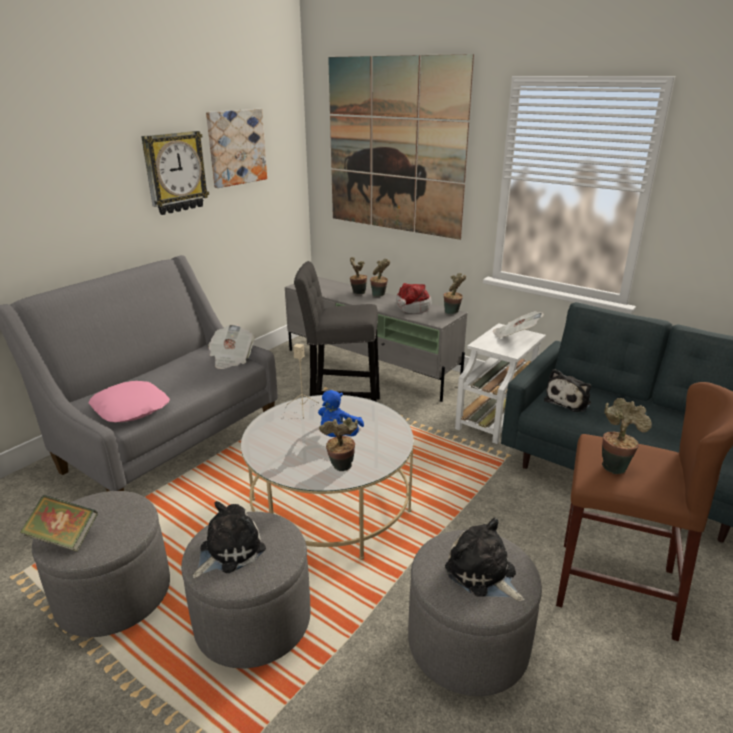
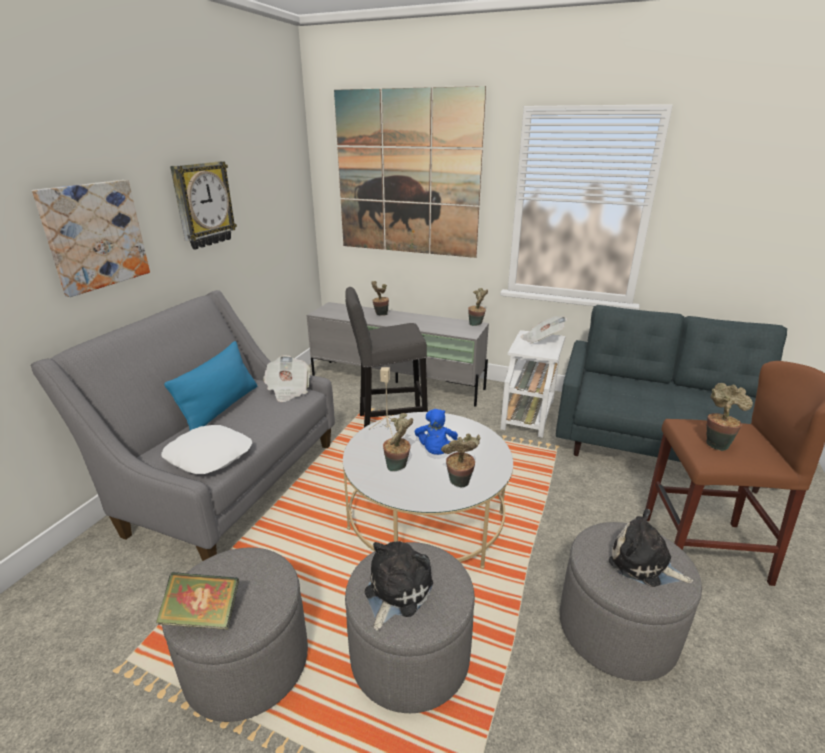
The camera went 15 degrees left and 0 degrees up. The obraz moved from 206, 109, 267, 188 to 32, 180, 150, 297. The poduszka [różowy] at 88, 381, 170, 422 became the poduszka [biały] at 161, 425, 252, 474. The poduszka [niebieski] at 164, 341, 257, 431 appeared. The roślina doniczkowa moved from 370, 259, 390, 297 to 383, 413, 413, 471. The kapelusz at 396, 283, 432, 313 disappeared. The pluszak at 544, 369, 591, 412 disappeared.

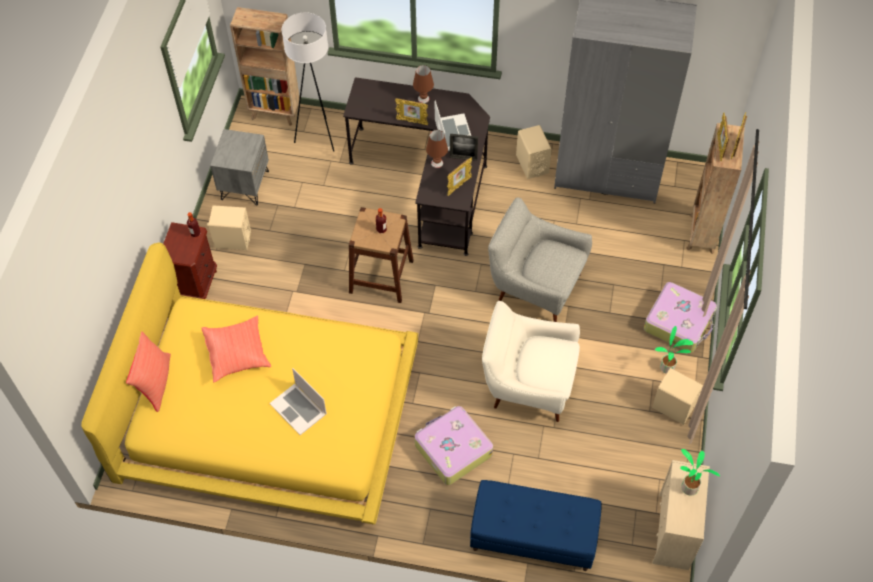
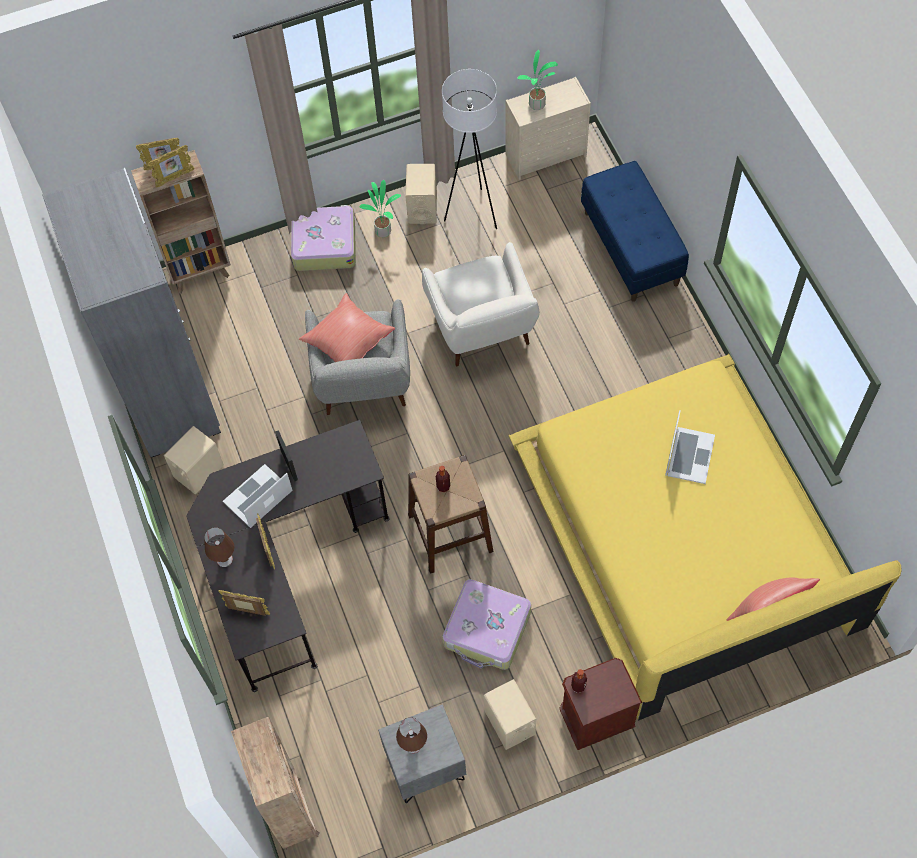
The camera went 120 degrees left and 5 degrees up. The ramka na zdjęcie moved from 447, 157, 472, 196 to 218, 590, 270, 616. The poduszka [czerwony] moved from 201, 315, 271, 382 to 299, 293, 395, 362. The lampa stołowa [brązowy] moved from 426, 130, 448, 168 to 396, 717, 427, 753. The lampa stojąca [biały] moved from 282, 12, 334, 152 to 442, 69, 497, 229. The walizka moved from 415, 406, 493, 485 to 442, 579, 531, 670.

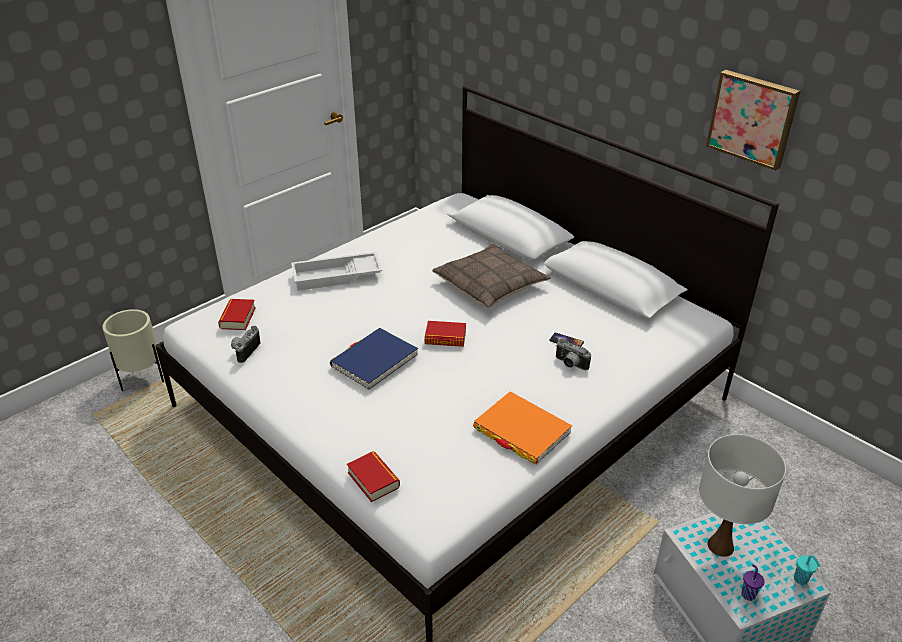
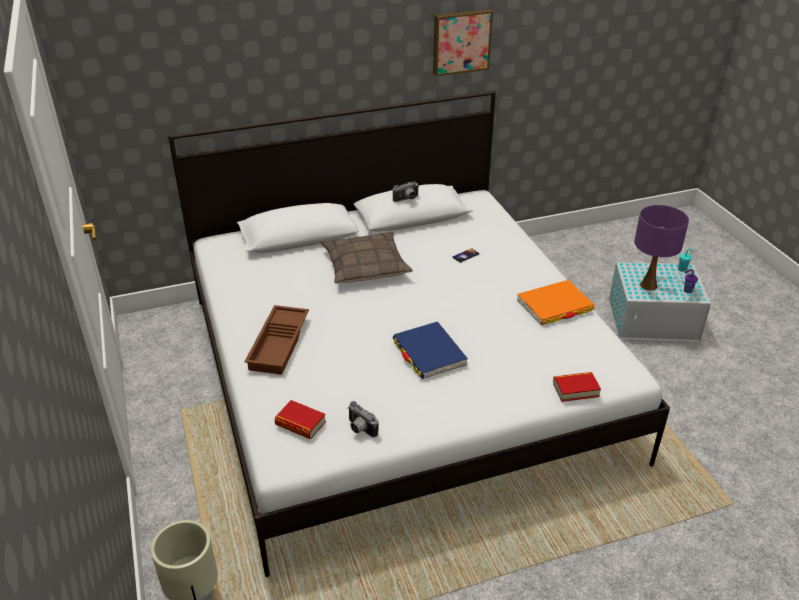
The camera went 65 degrees left and 0 degrees up. The taca [biały] at 291, 252, 382, 291 became the taca [brązowy] at 244, 305, 309, 375. The aparat fotograficzny moved from 556, 338, 591, 370 to 393, 181, 419, 202. The lampa stołowa [biały] at 699, 434, 786, 557 became the lampa stołowa [fioletowy] at 634, 205, 689, 291. The książka at 425, 321, 466, 347 disappeared.

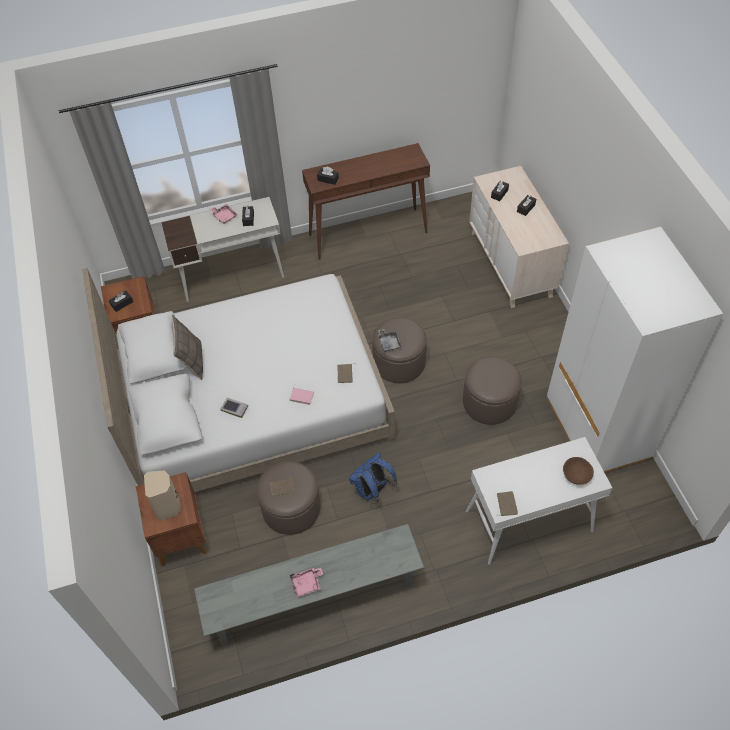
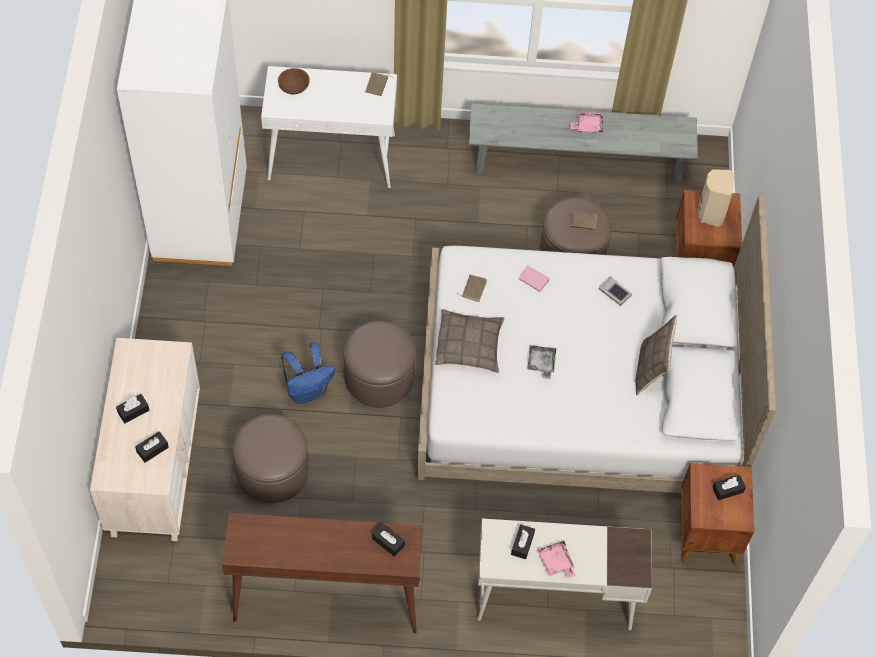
The camera went 165 degrees left and 5 degrees up. The pufa [brązowy] moved from 463, 356, 522, 425 to 233, 414, 309, 503. The plecak [niebieski] moved from 349, 452, 397, 504 to 281, 342, 335, 403. The poduszka at 435, 310, 504, 373 appeared. The taca [szary] moved from 378, 329, 402, 352 to 527, 345, 556, 379.

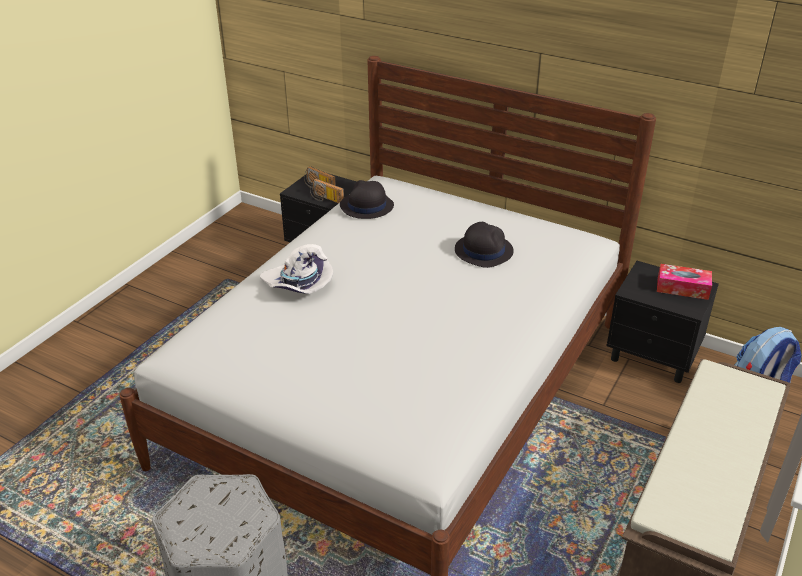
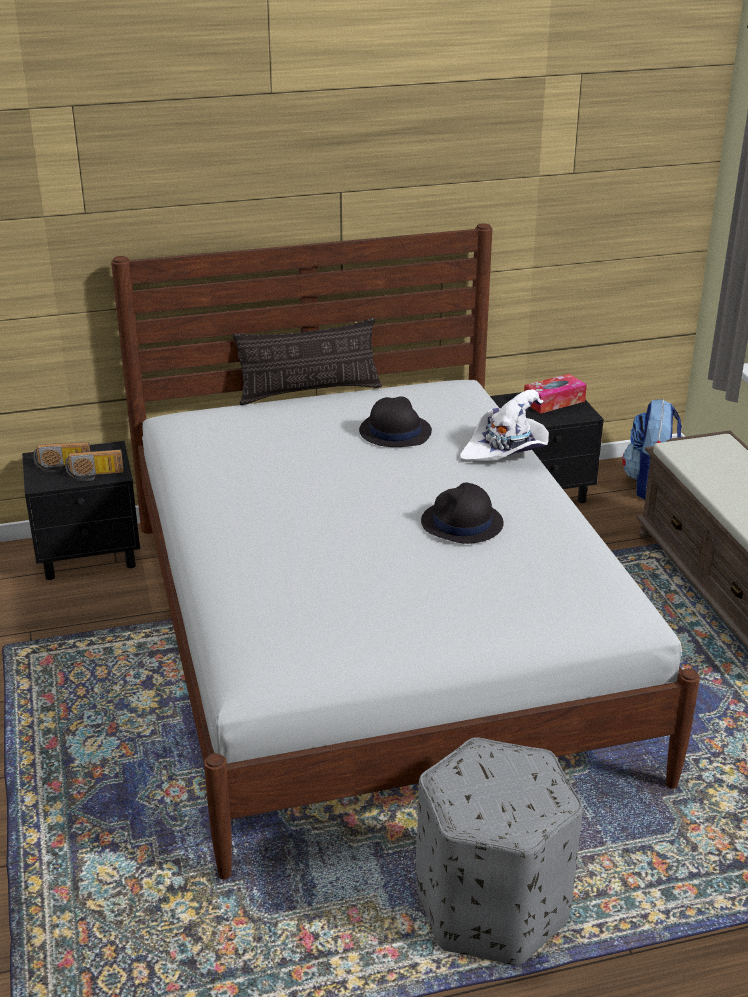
The camera went 45 degrees left and 5 degrees down. The poduszka at 233, 318, 382, 405 appeared. The kapelusz [czarny] moved from 340, 180, 394, 219 to 421, 483, 504, 544. The kapelusz [biały] moved from 260, 244, 333, 294 to 460, 389, 549, 462.

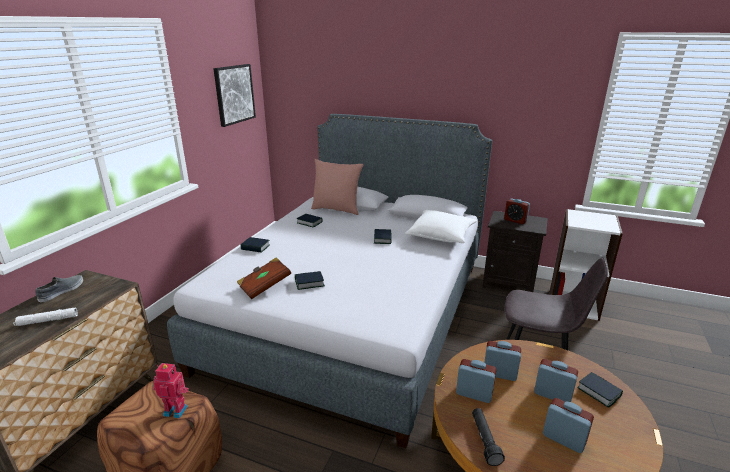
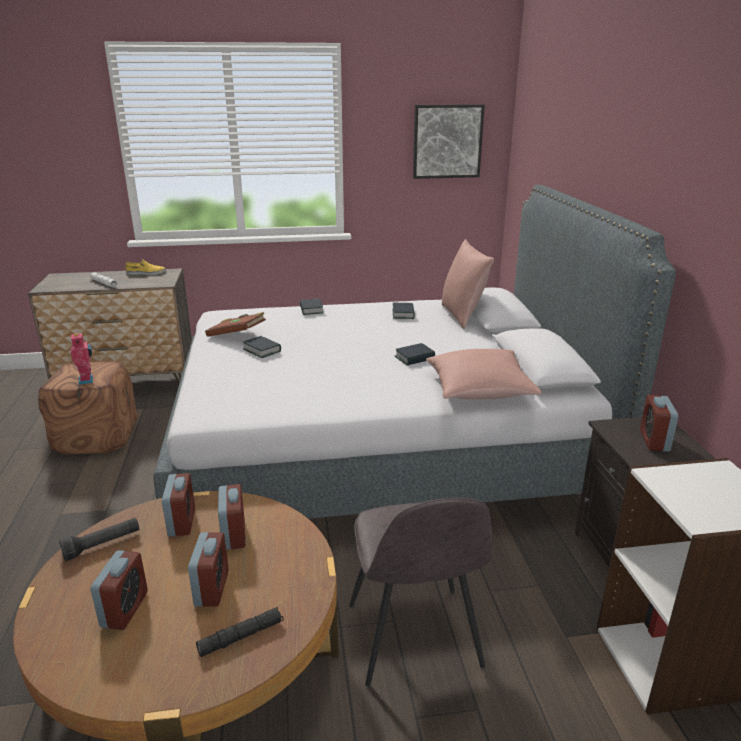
The camera went 60 degrees right and 0 degrees up. The but [szary] at 36, 275, 83, 302 became the but [żółty] at 125, 260, 166, 275. The książka at 577, 372, 623, 408 was replaced by the latarka [czarny] at 196, 607, 284, 657. The poduszka [biały] at 405, 210, 477, 243 became the poduszka [różowy] at 426, 349, 542, 399.

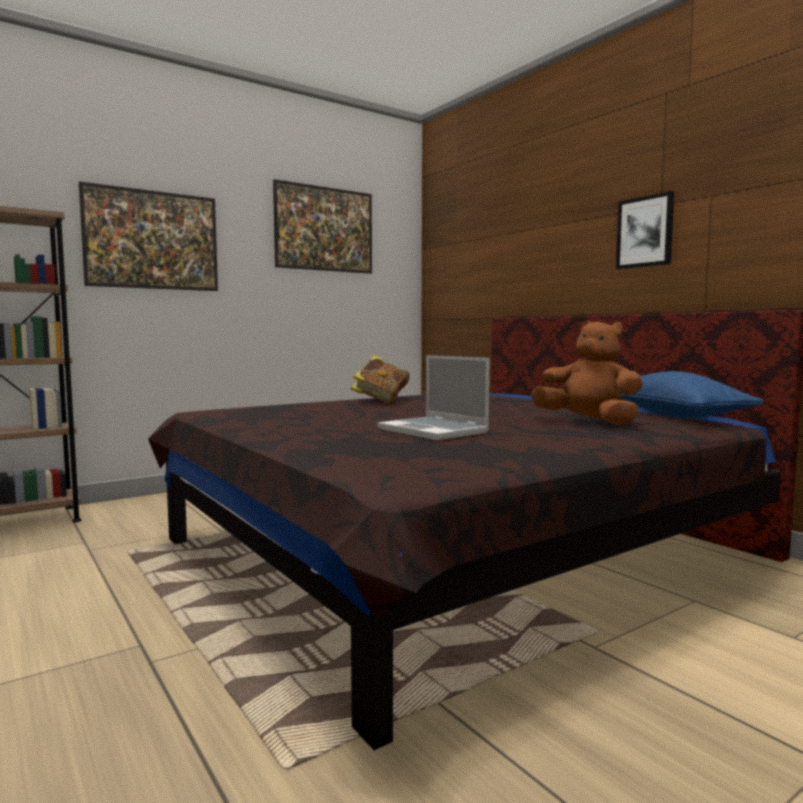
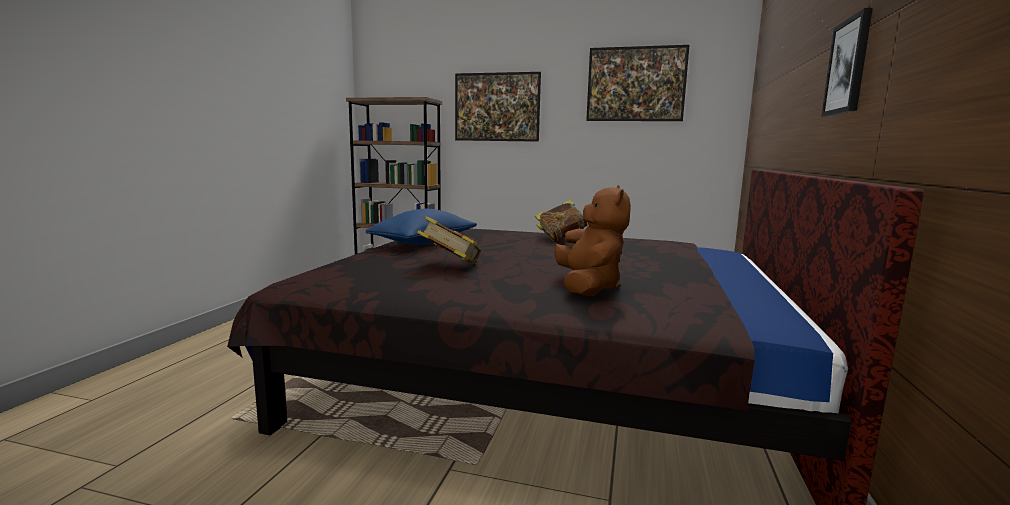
The camera went 50 degrees right and 5 degrees up. The poduszka [niebieski] moved from 620, 371, 764, 419 to 366, 209, 477, 245. The laptop at 377, 355, 490, 440 was replaced by the książka at 417, 216, 481, 264.

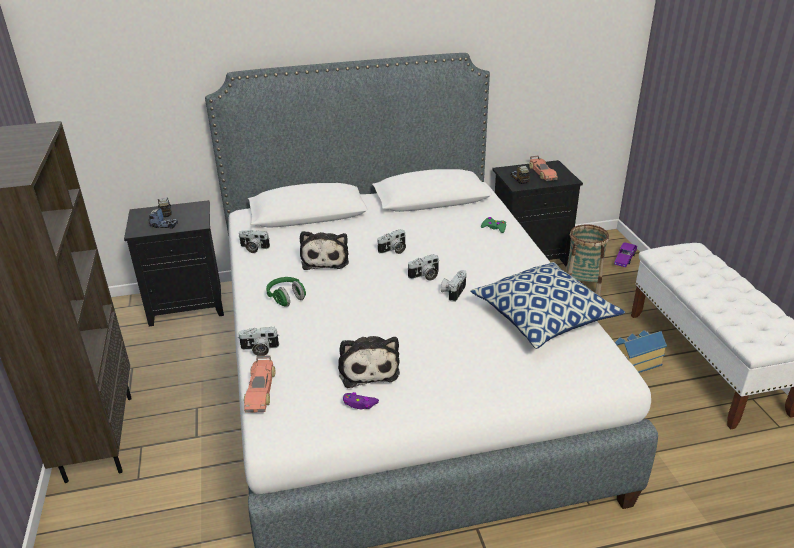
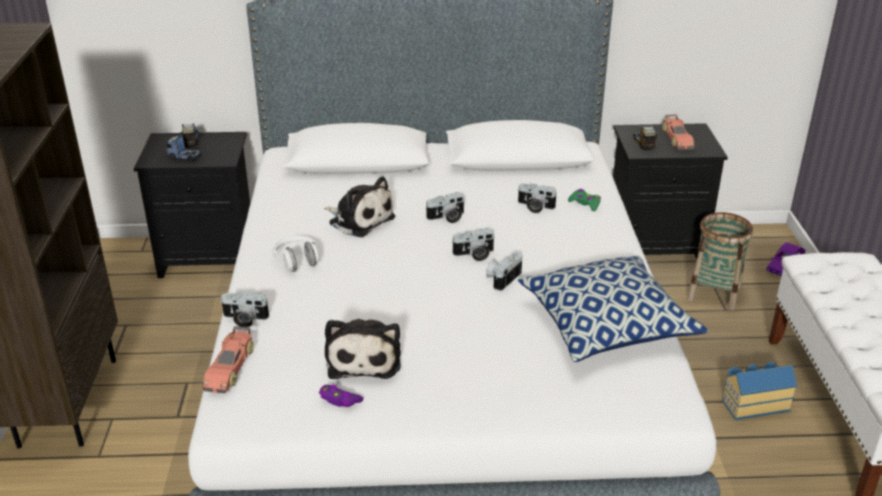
The camera went 10 degrees right and 0 degrees up. The słuchawki [zielony] at 266, 277, 306, 307 became the słuchawki [biały] at 272, 236, 319, 272. The pluszak at 300, 231, 349, 270 turned 60 degrees counterclockwise. The aparat fotograficzny moved from 239, 230, 270, 253 to 517, 183, 557, 213.

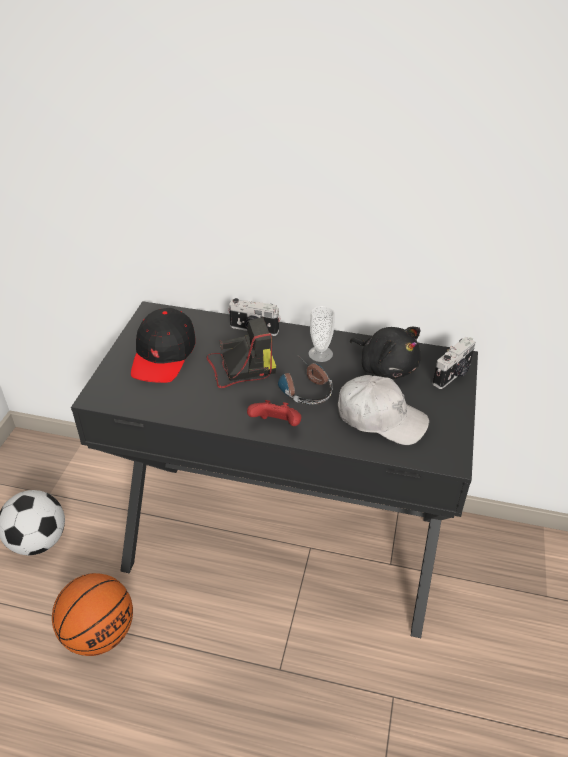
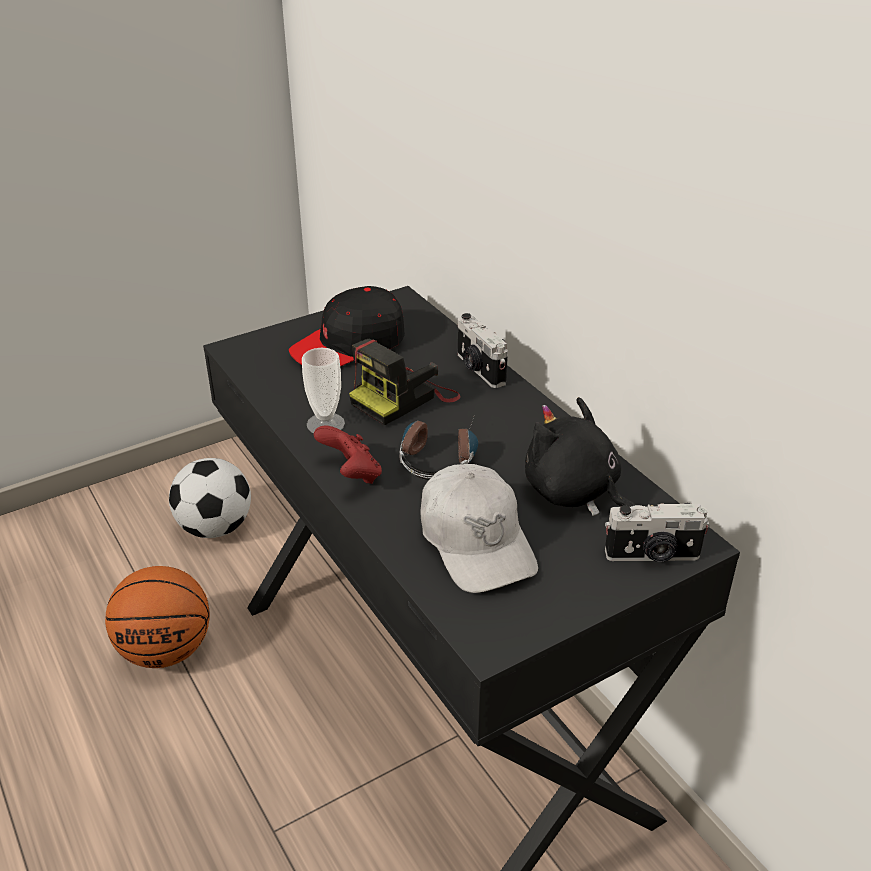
The camera went 45 degrees right and 5 degrees down. The filiżanka moved from 308, 306, 335, 362 to 302, 348, 345, 433. The aparat fotograficzny at 207, 317, 276, 388 turned 105 degrees clockwise. The pluszak [czarny] at 350, 327, 421, 379 turned 135 degrees clockwise.

